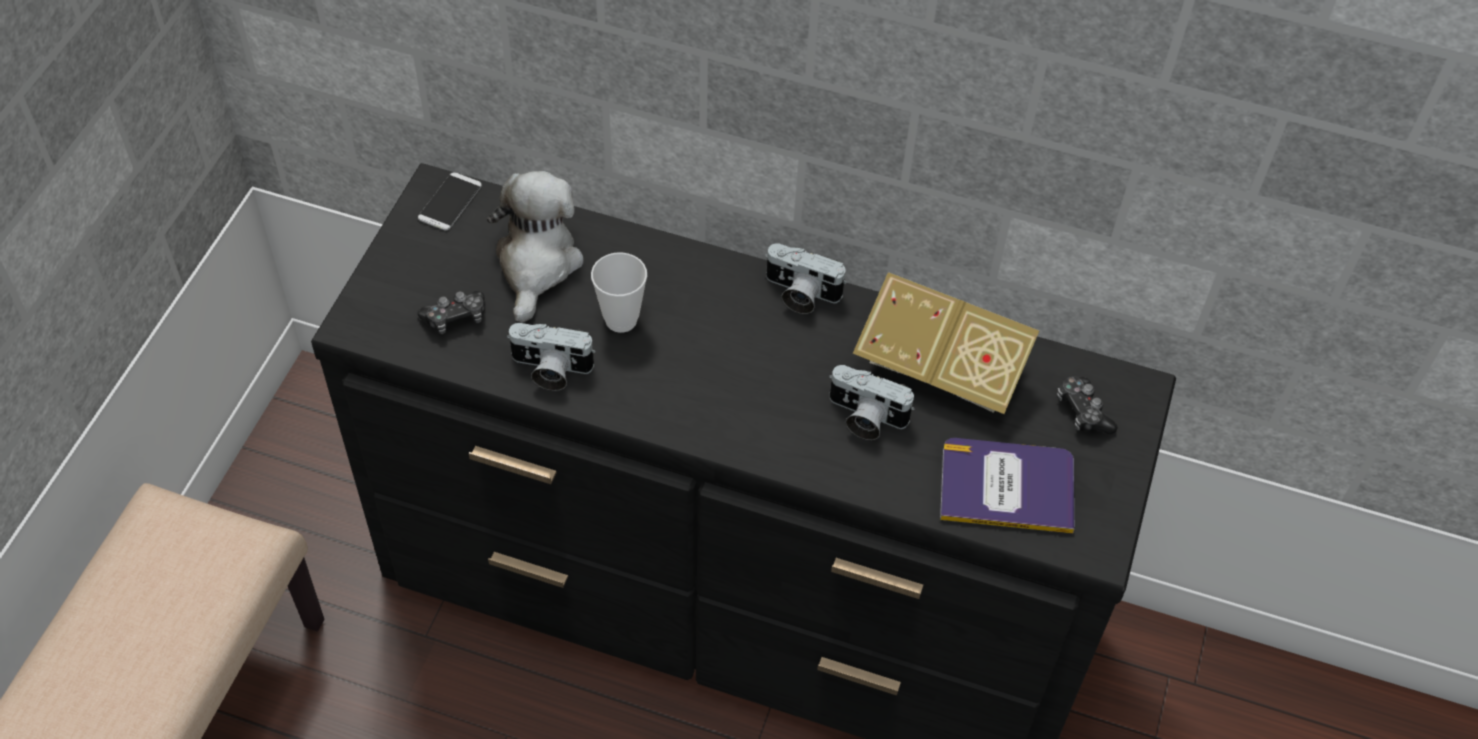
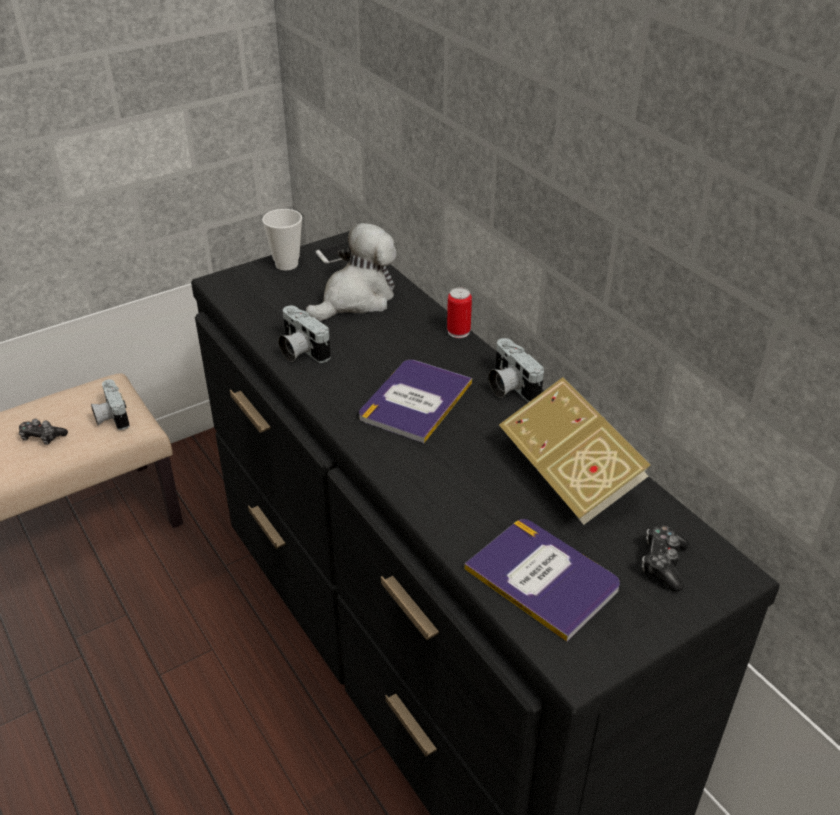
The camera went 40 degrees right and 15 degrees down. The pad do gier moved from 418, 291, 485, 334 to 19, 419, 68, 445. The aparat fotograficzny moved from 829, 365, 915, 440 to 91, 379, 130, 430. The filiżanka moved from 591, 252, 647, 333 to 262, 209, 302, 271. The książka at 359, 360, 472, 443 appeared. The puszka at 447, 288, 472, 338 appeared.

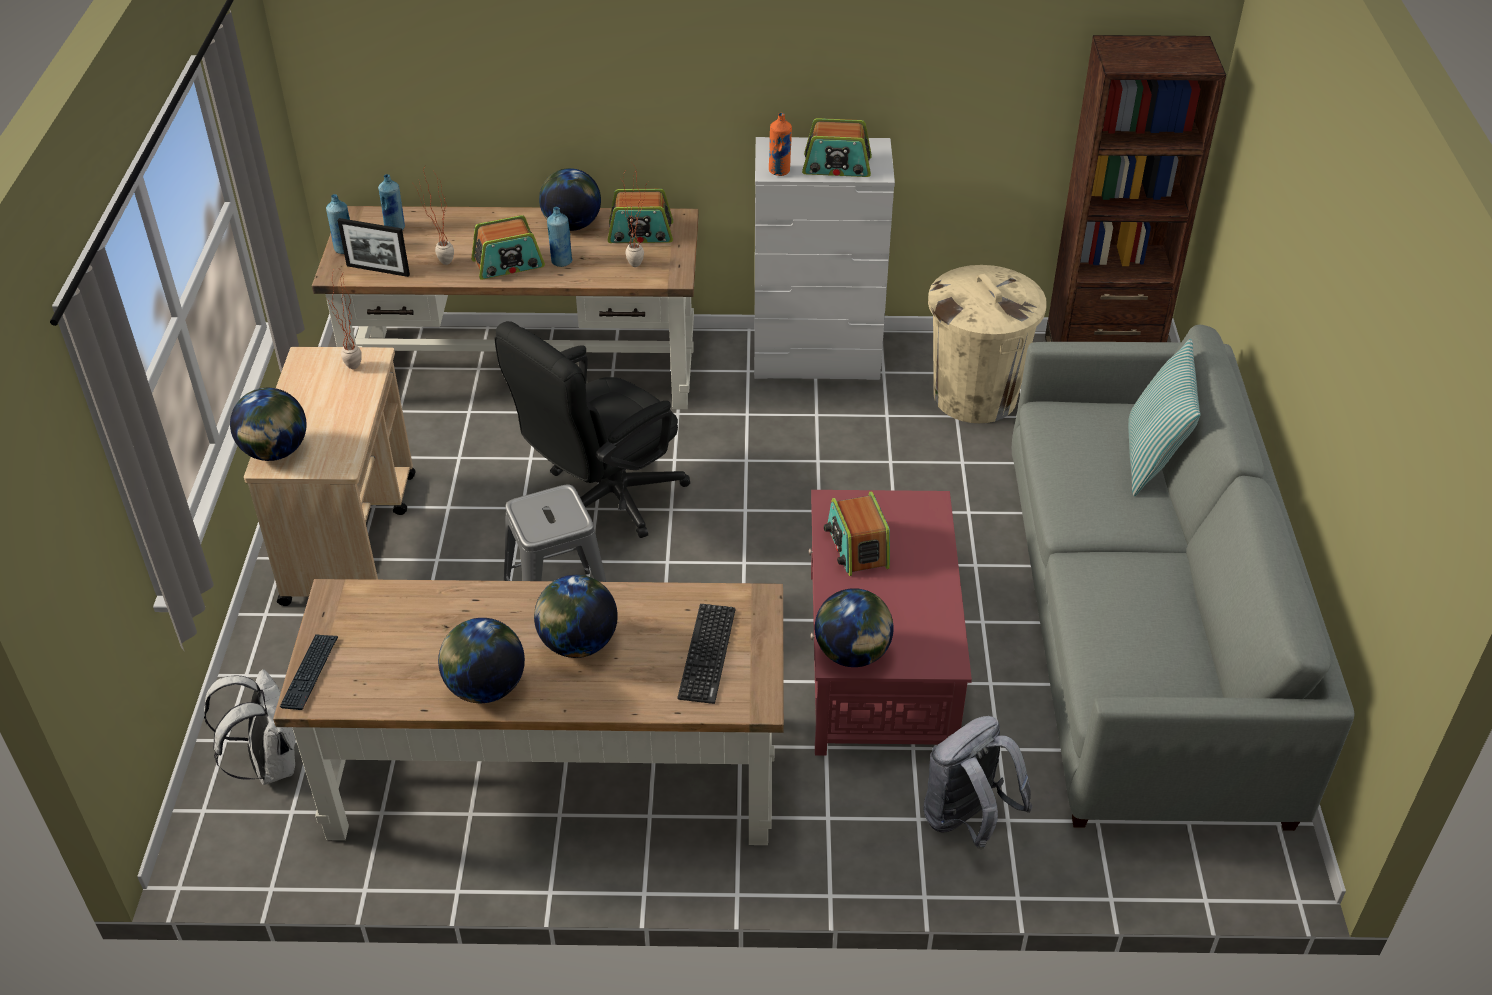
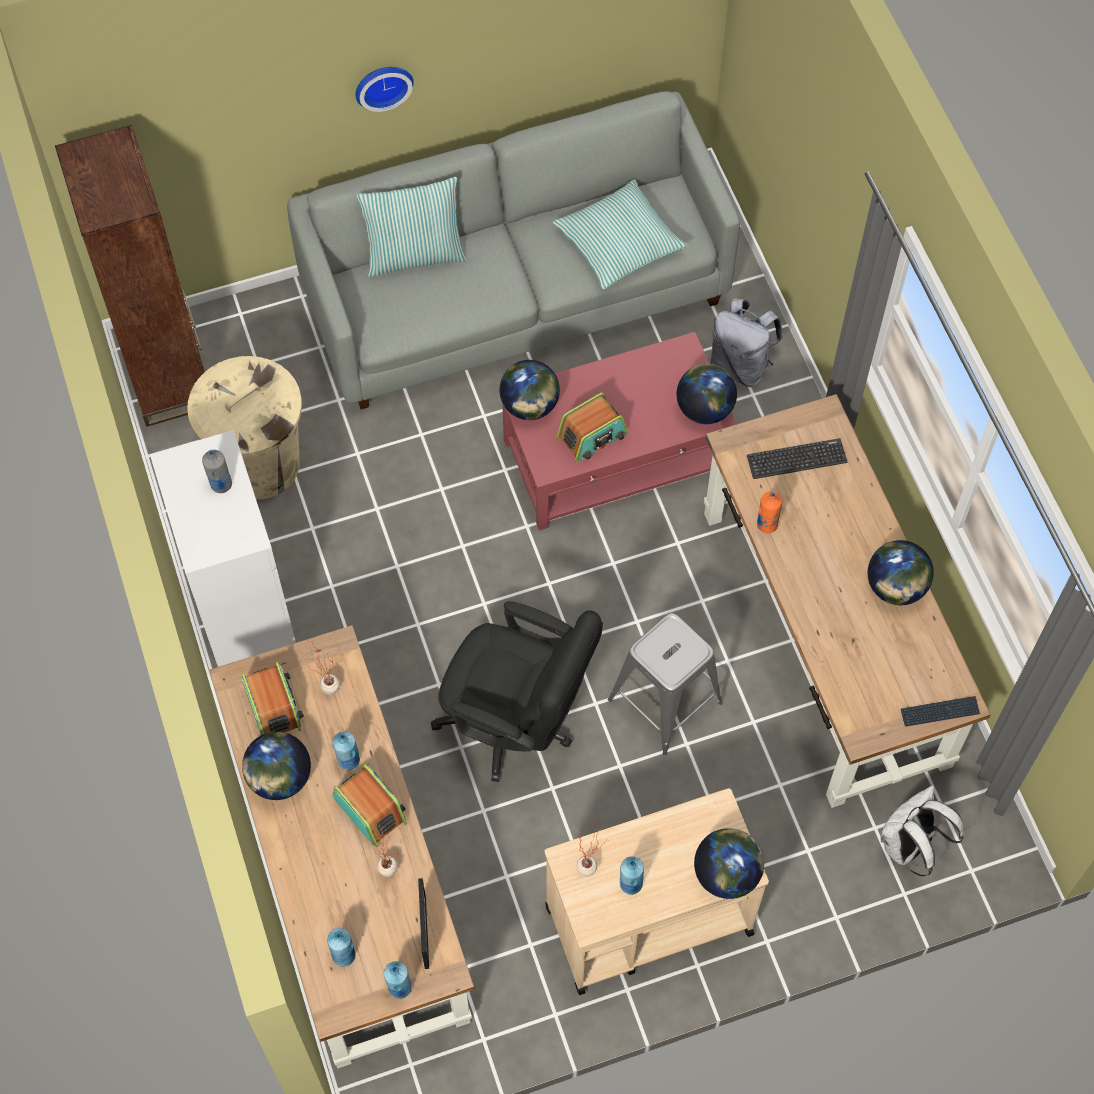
The camera went 110 degrees left and 20 degrees up. The radio at 802, 118, 872, 177 was replaced by the butelka [szary] at 202, 450, 232, 493. The zegar ścienny at 356, 67, 414, 112 appeared. The globus moved from 534, 575, 618, 658 to 500, 360, 560, 420. The poduszka at 553, 179, 688, 289 appeared. The butelka [niebieski] at 620, 856, 644, 895 appeared. The butelka [pomarańczowy] moved from 769, 113, 792, 176 to 757, 491, 782, 533.

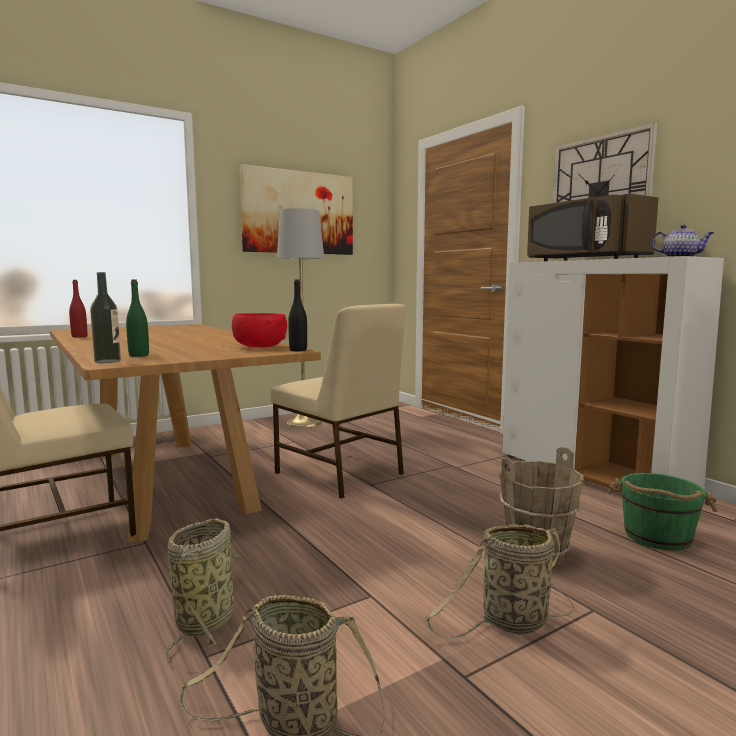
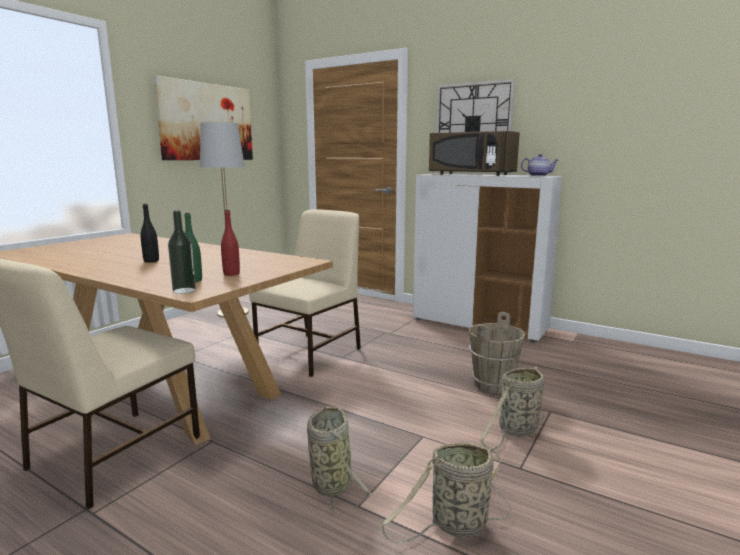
The camera went 25 degrees left and 5 degrees up. The butelka [czarny] moved from 288, 280, 307, 351 to 141, 203, 159, 263. The butelka [czerwony] moved from 69, 280, 87, 338 to 221, 209, 240, 276. The krzesło [beżowy] at 271, 304, 406, 499 turned 75 degrees counterclockwise. The miska [czerwony] at 232, 313, 287, 347 disappeared. The wiadro [zielony] at 607, 473, 718, 551 disappeared.

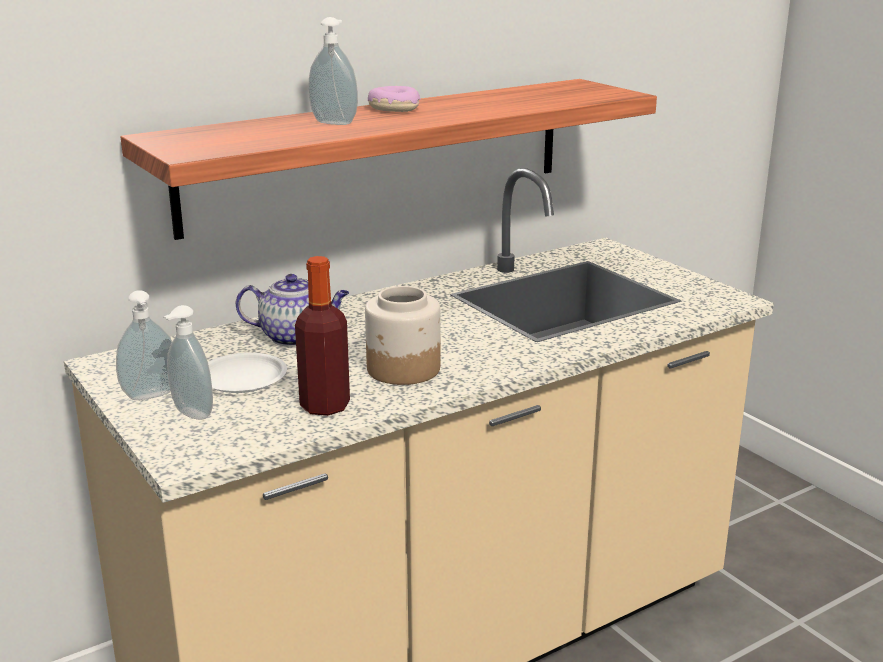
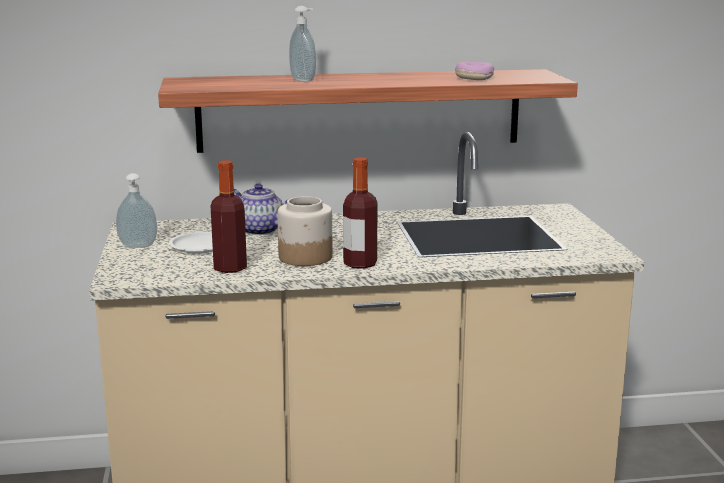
The camera went 25 degrees right and 5 degrees down. The butelka at 343, 157, 377, 269 appeared. The donut moved from 368, 86, 421, 112 to 455, 62, 494, 80. The dozownik mydła at 163, 305, 213, 420 disappeared.

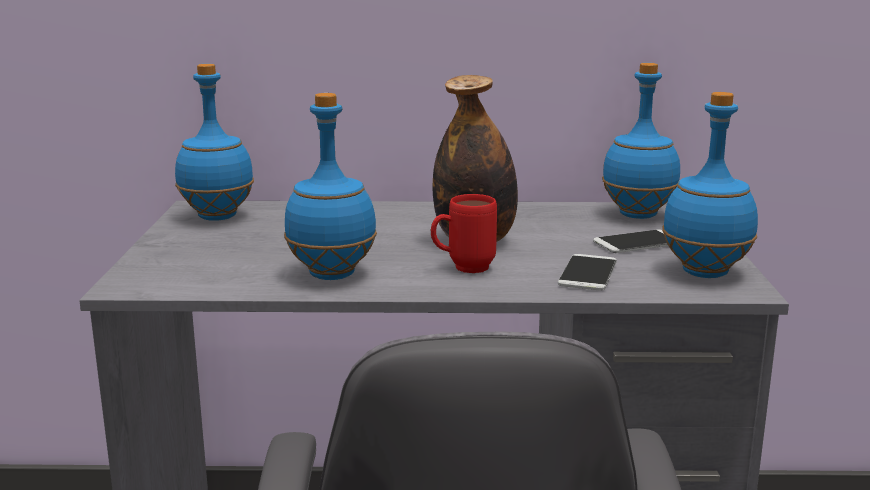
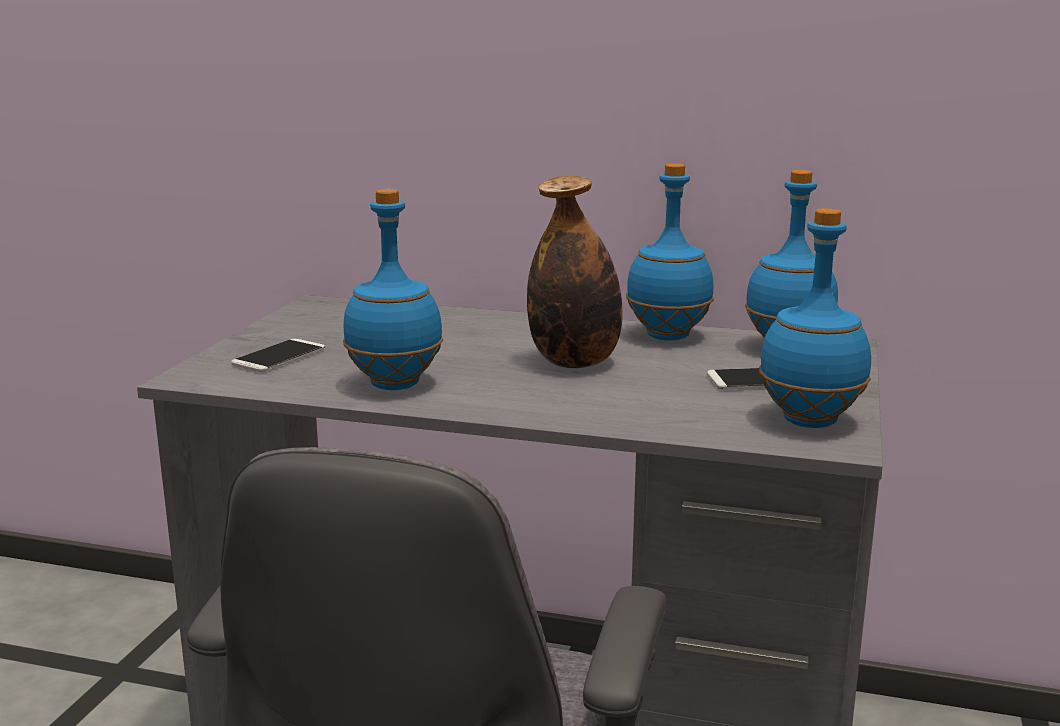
The camera went 15 degrees right and 0 degrees up. The telefon moved from 558, 254, 617, 290 to 231, 339, 325, 372. The butelka [niebieski] moved from 175, 64, 254, 221 to 626, 163, 714, 341. The kubek [czerwony] at 431, 194, 497, 273 disappeared.

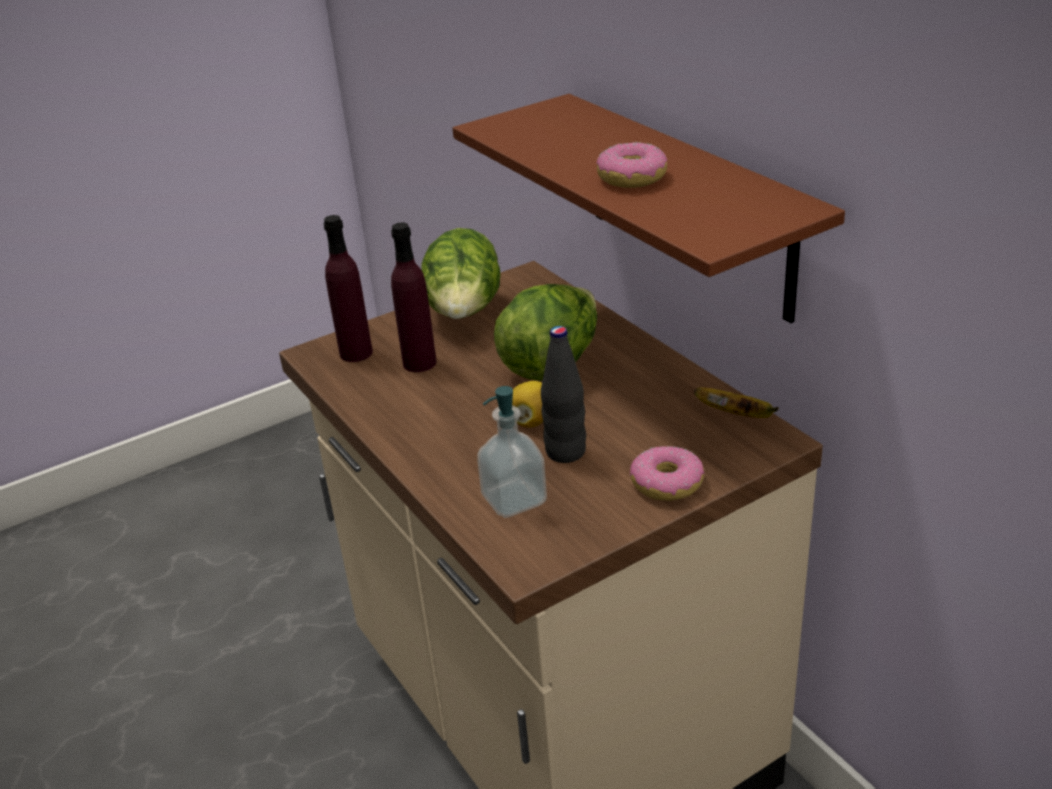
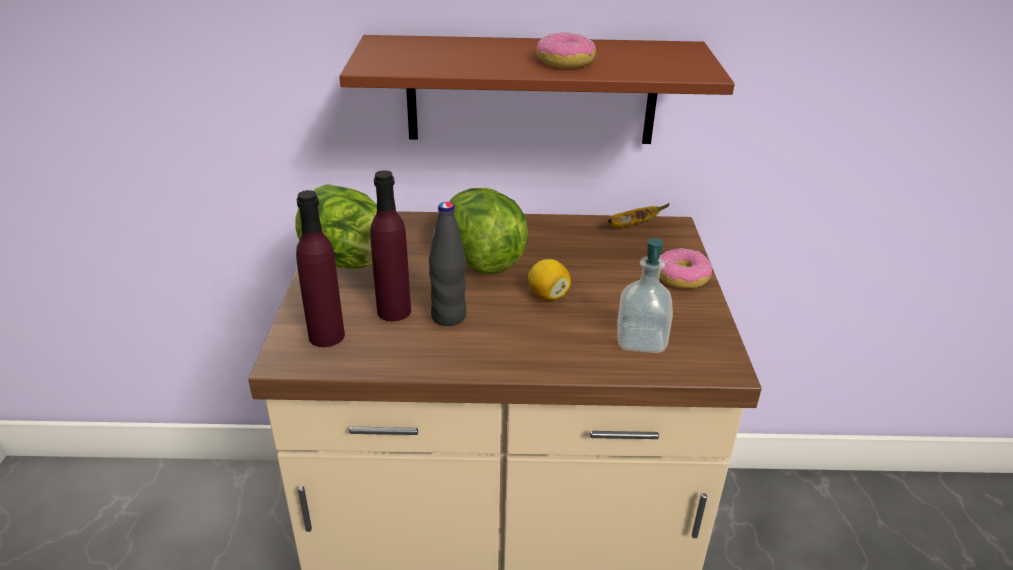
The camera went 60 degrees left and 0 degrees up. The butelka [czarny] moved from 541, 326, 586, 463 to 429, 202, 466, 326.

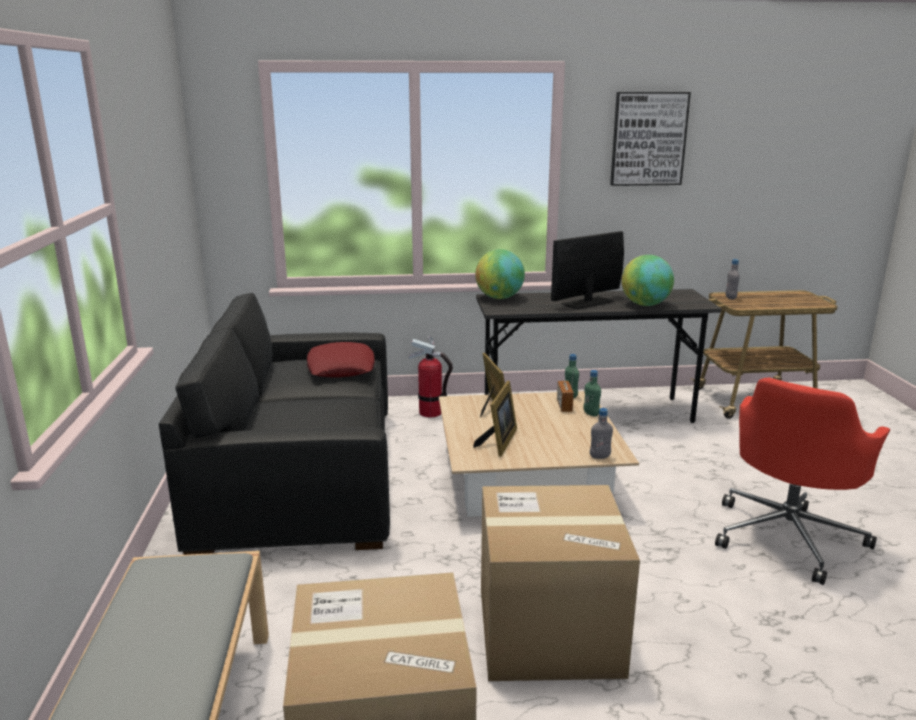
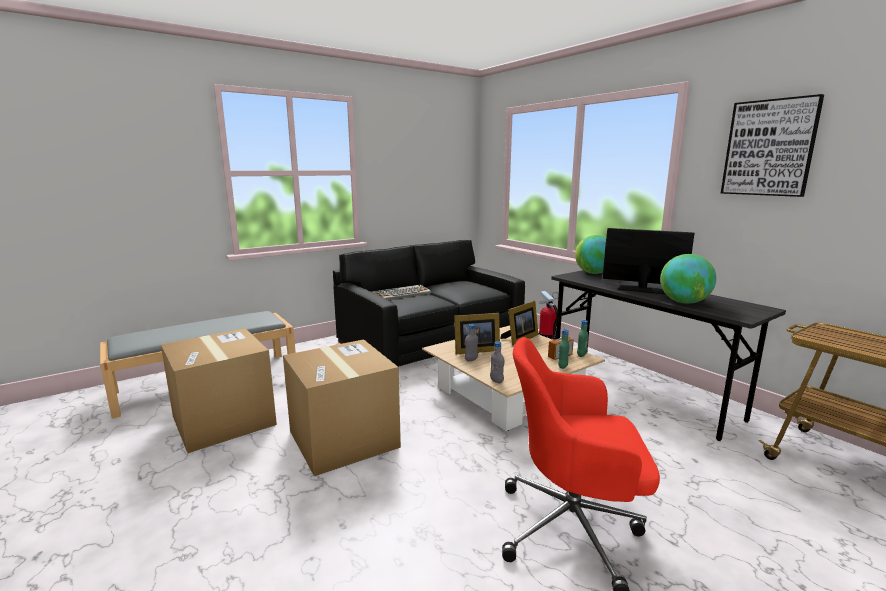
The camera went 60 degrees right and 5 degrees down. The klawiatura at 372, 285, 431, 300 appeared. The butelka [szary] moved from 725, 259, 740, 300 to 465, 324, 478, 362. The poduszka [czerwony] at 307, 342, 375, 377 disappeared.

